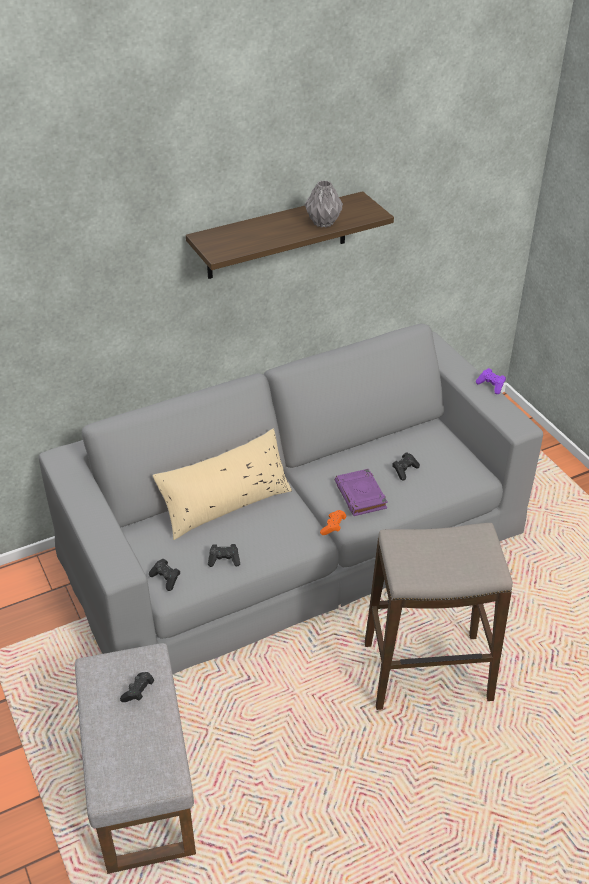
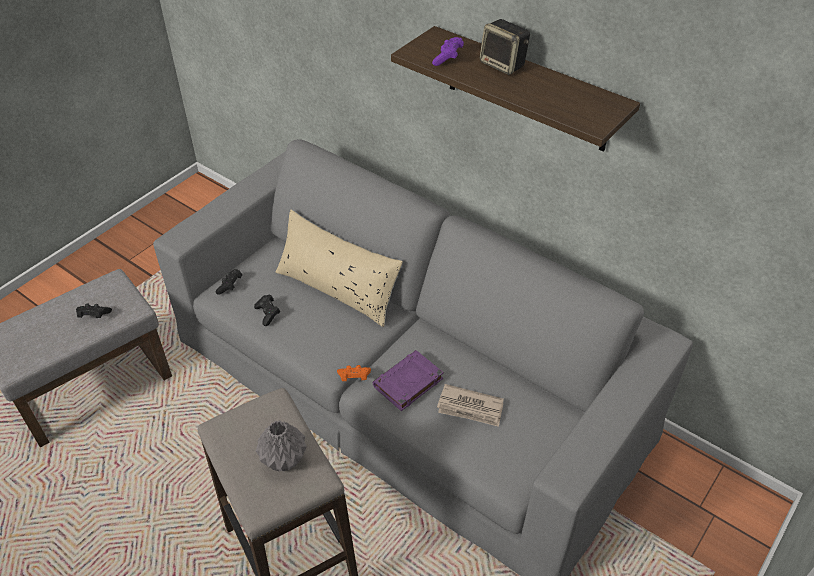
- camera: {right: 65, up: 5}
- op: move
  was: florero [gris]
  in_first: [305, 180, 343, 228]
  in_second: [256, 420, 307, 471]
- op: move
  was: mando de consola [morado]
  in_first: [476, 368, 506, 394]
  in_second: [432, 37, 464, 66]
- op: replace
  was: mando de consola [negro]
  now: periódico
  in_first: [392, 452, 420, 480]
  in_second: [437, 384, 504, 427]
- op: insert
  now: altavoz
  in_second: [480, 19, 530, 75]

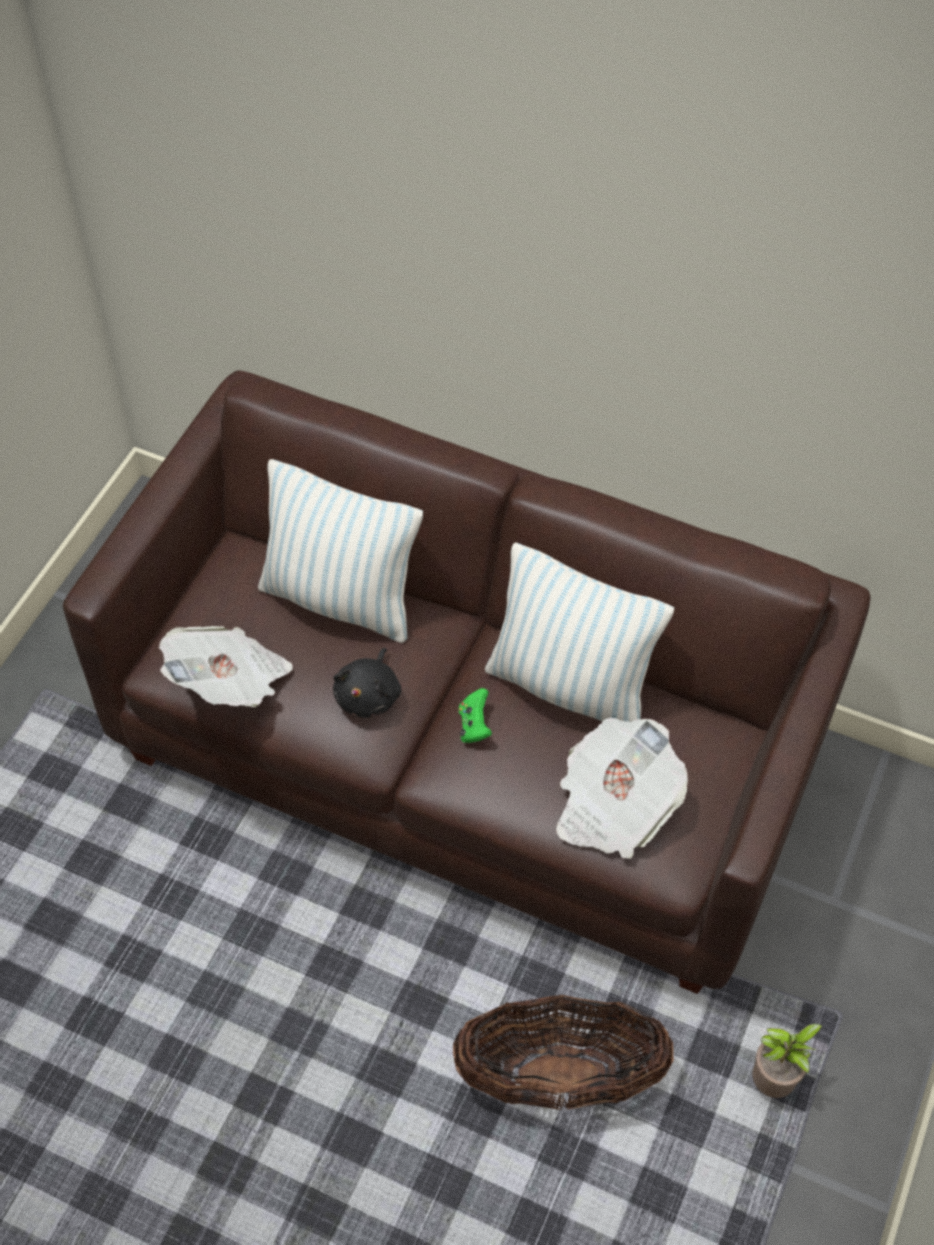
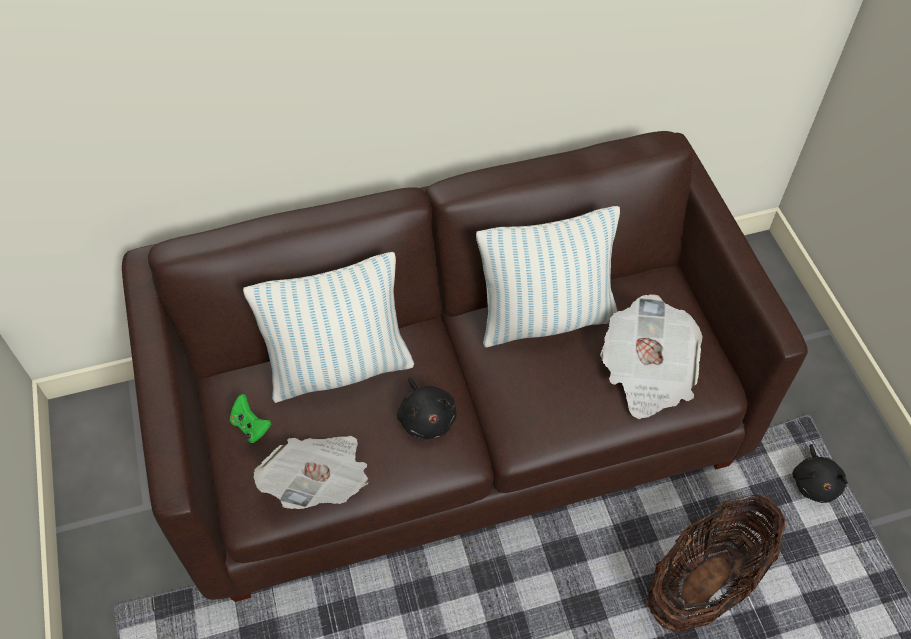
- camera: {right: -40, up: 0}
- op: move
  was: mando de consola [verde]
  in_first: [459, 688, 492, 743]
  in_second: [230, 394, 272, 443]
- op: replace
  was: planta en maceta
  now: peluche [negro]
  in_first: [752, 1023, 822, 1098]
  in_second: [792, 444, 848, 503]

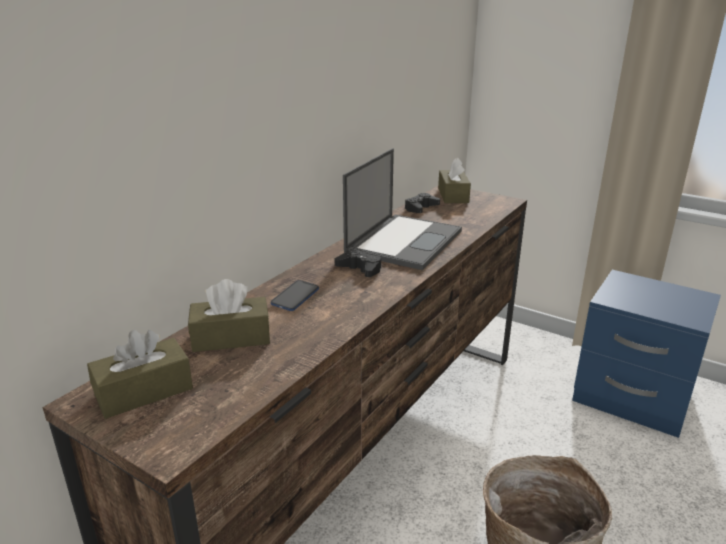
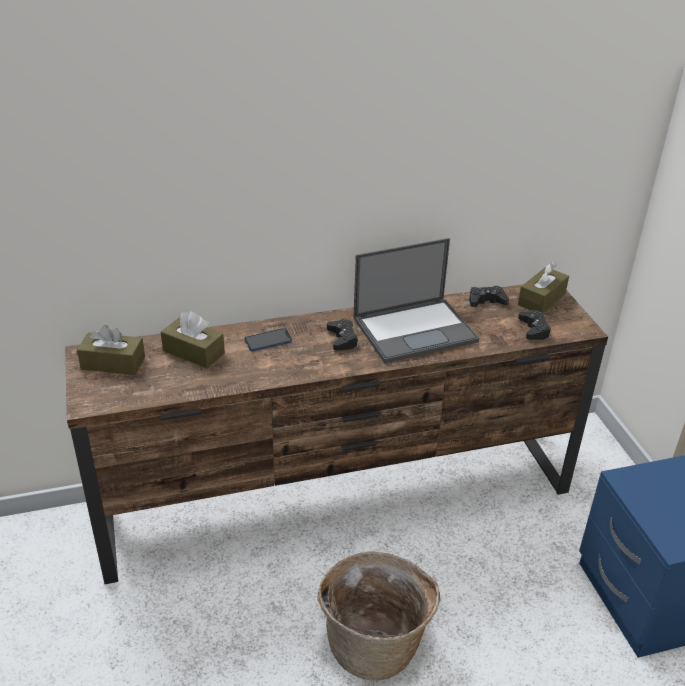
- camera: {right: 40, up: 10}
- op: insert
  now: mando de consola [negro]
  in_second: [518, 310, 551, 340]

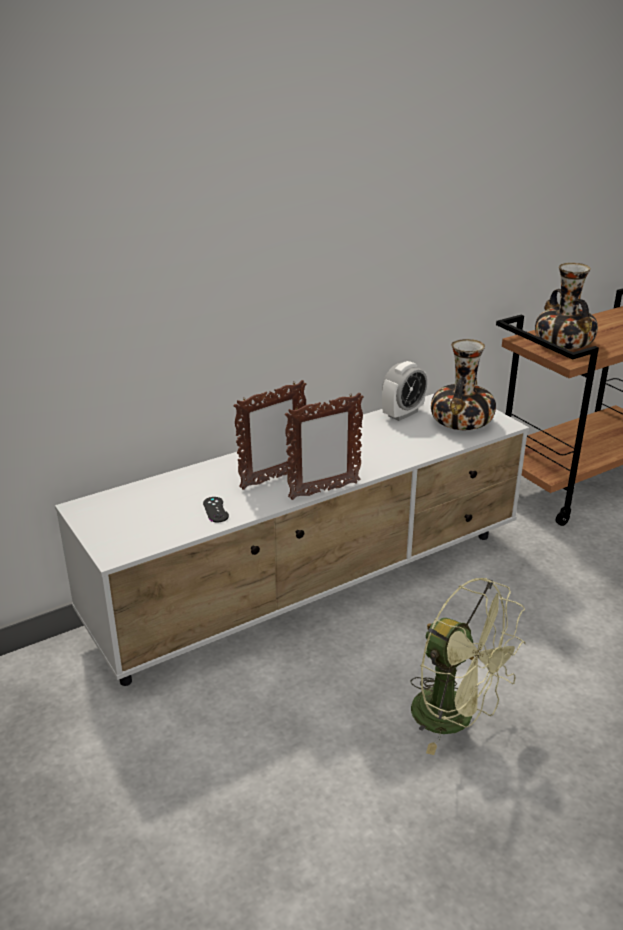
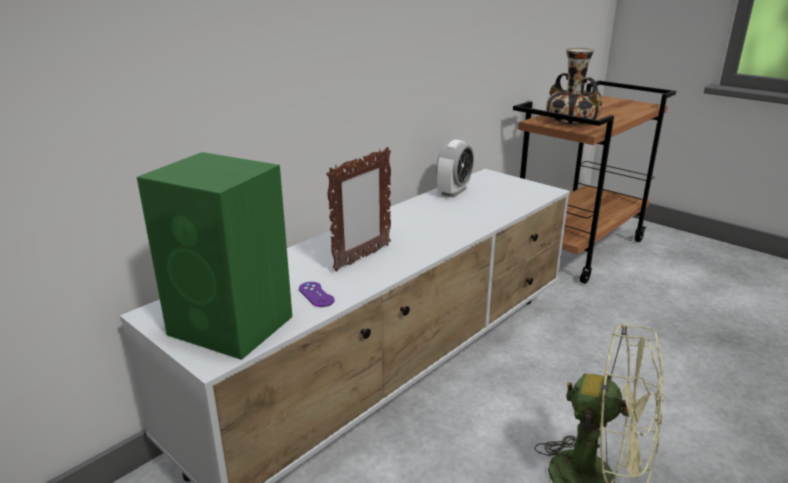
- camera: {right: -15, up: -5}
- op: insert
  now: altavoz [verde]
  in_second: [137, 152, 292, 360]
- op: recolor
  was: mando de consola [negro]
  now: mando de consola [morado]
  in_first: [203, 497, 229, 522]
  in_second: [299, 282, 334, 307]
- op: delete
  was: portarretratos
  in_first: [285, 393, 364, 500]
- op: delete
  was: florero
  in_first: [431, 339, 496, 430]

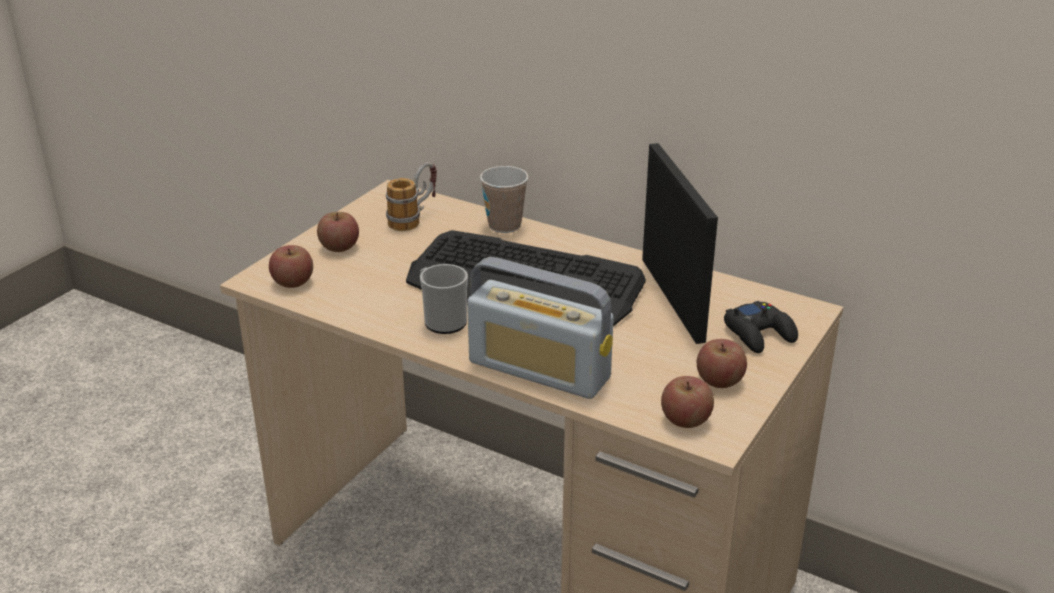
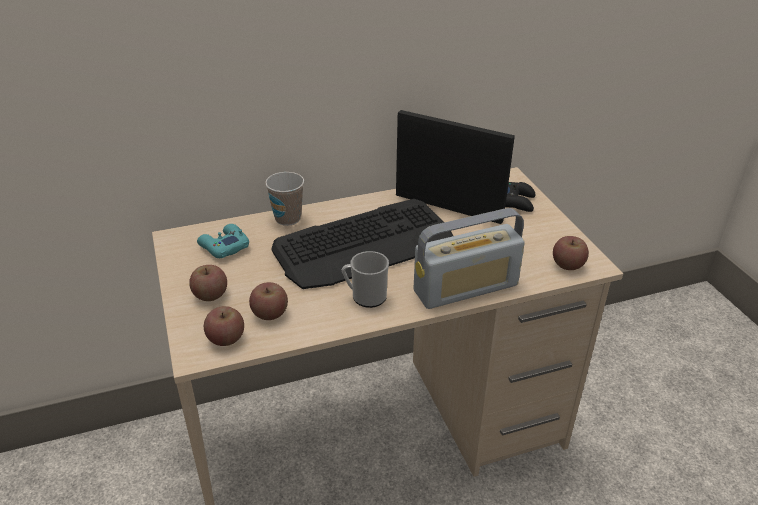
- camera: {right: -50, up: 5}
- op: replace
  was: taza grande
  now: mando de consola [turquesa]
  in_first: [386, 162, 437, 231]
  in_second: [197, 224, 249, 258]
- op: move
  was: manzana
  in_first: [697, 339, 747, 388]
  in_second: [249, 282, 288, 320]

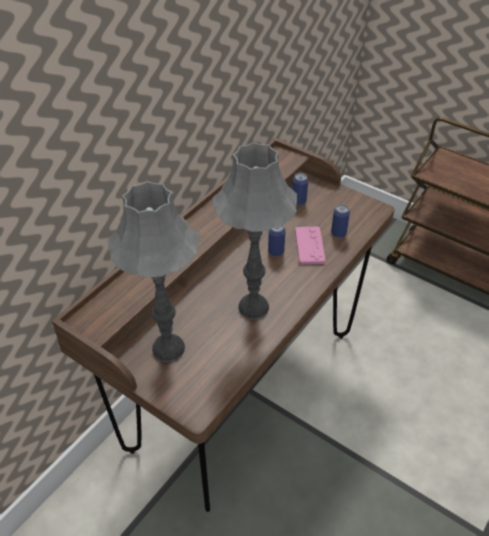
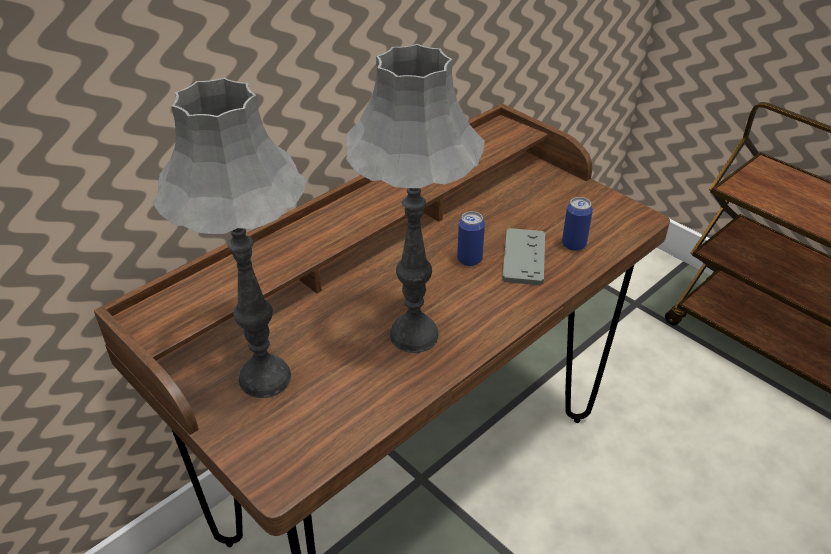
- camera: {right: 10, up: -5}
- op: recolor
  was: mando de consola [rosa]
  now: mando de consola [gris]
  in_first: [295, 227, 326, 265]
  in_second: [502, 228, 545, 285]
- op: delete
  was: lata
  in_first: [292, 173, 308, 205]

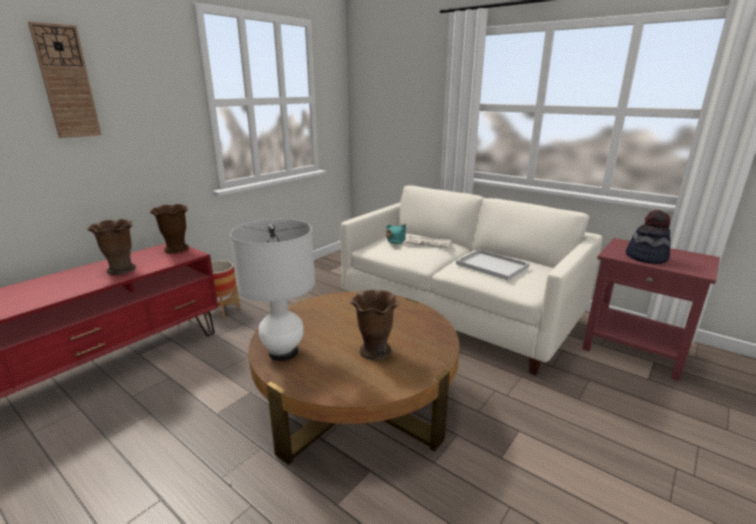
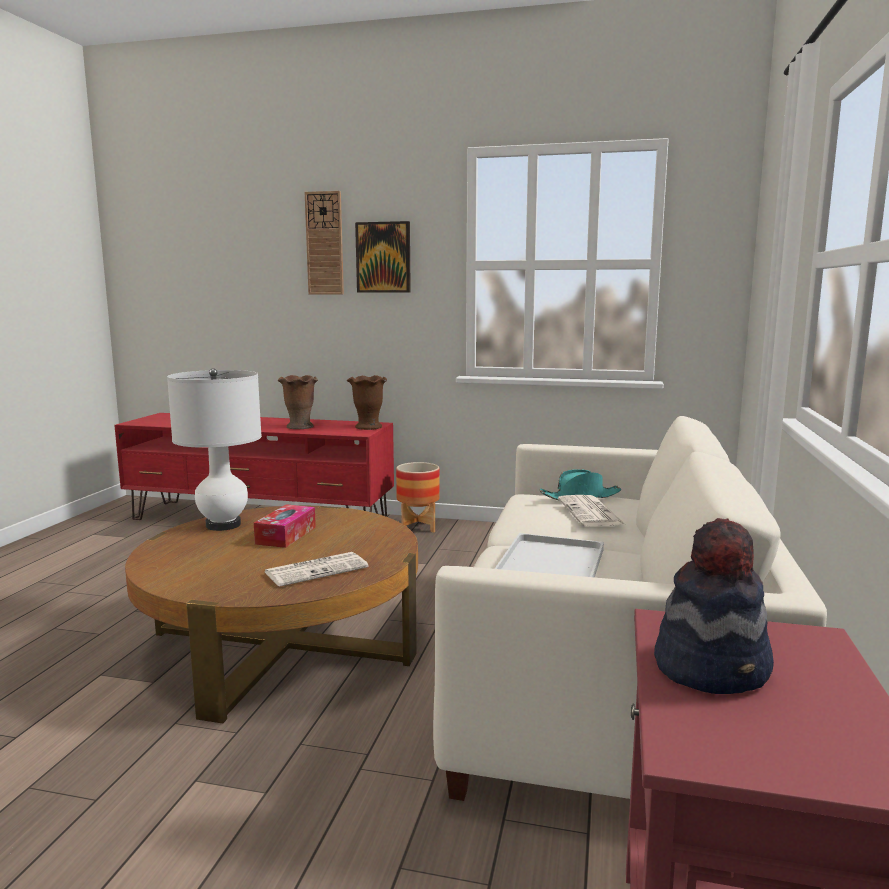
- camera: {right: 65, up: -10}
- op: insert
  now: caja de pañuelos
  in_second: [254, 504, 316, 548]
- op: insert
  now: periódico
  in_second: [265, 552, 369, 587]
- op: insert
  now: cuadro
  in_second: [355, 221, 411, 293]
- op: delete
  was: florero [marrón]
  in_first: [350, 290, 399, 360]

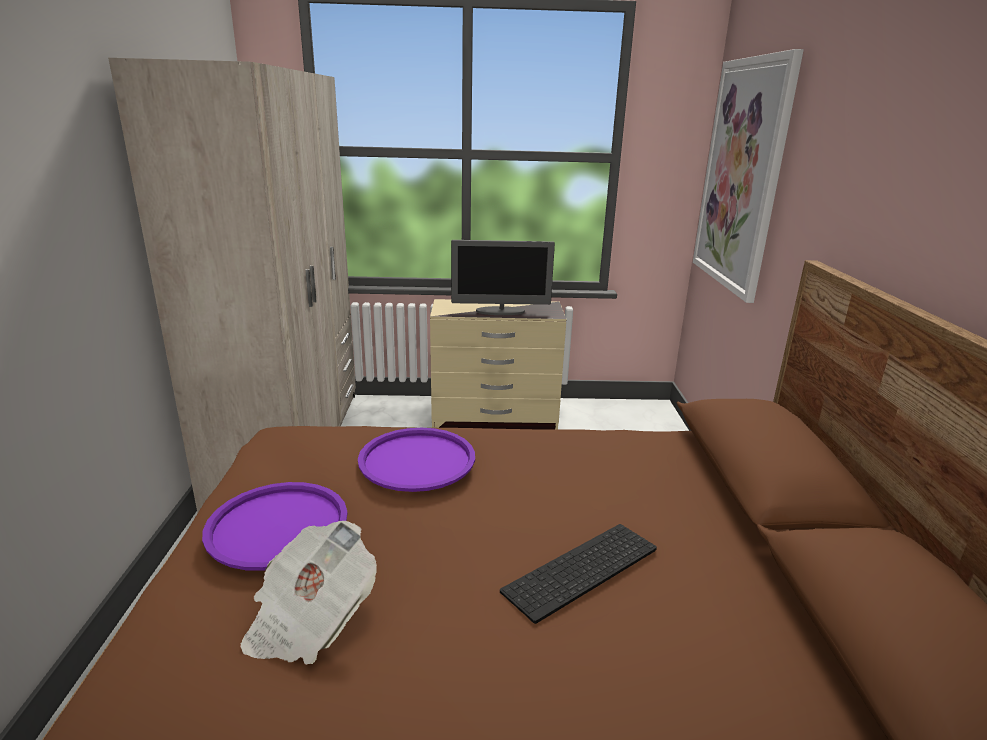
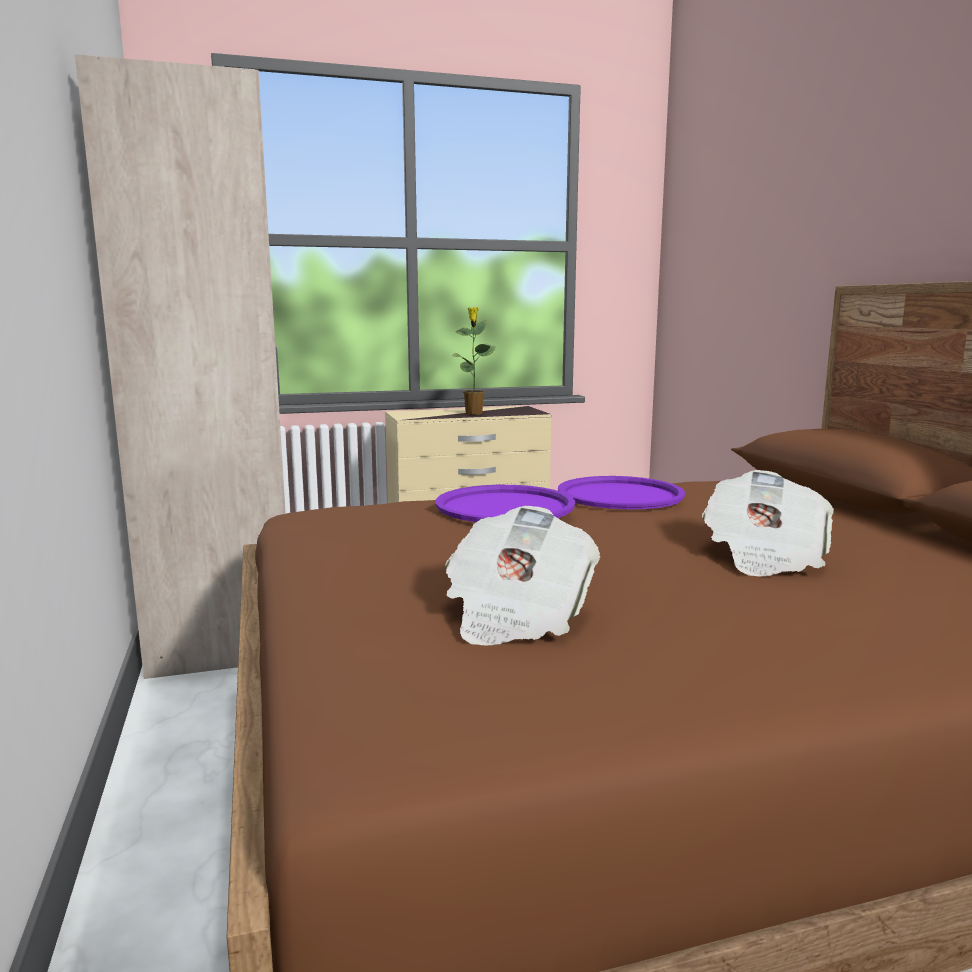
- camera: {right: -15, up: -10}
- op: replace
  was: monitor
  now: planta en maceta
  in_first: [451, 240, 555, 315]
  in_second: [452, 307, 496, 415]
- op: move
  was: bandeja [morado]
  in_first: [202, 482, 348, 571]
  in_second: [558, 476, 685, 509]
- op: replace
  was: teclado
  now: periódico
  in_first: [500, 524, 657, 624]
  in_second: [702, 470, 834, 577]
- op: delete
  was: cuadro
  in_first: [693, 49, 804, 303]

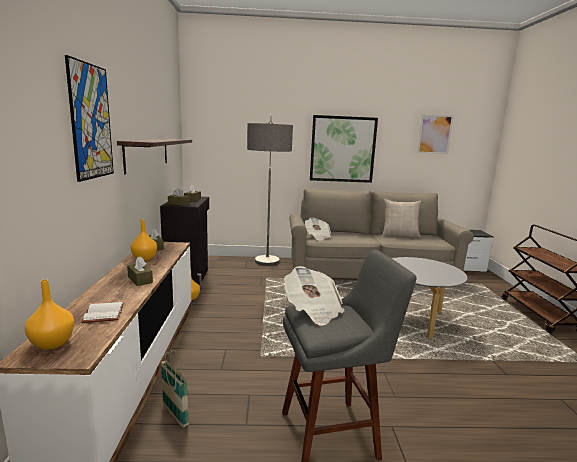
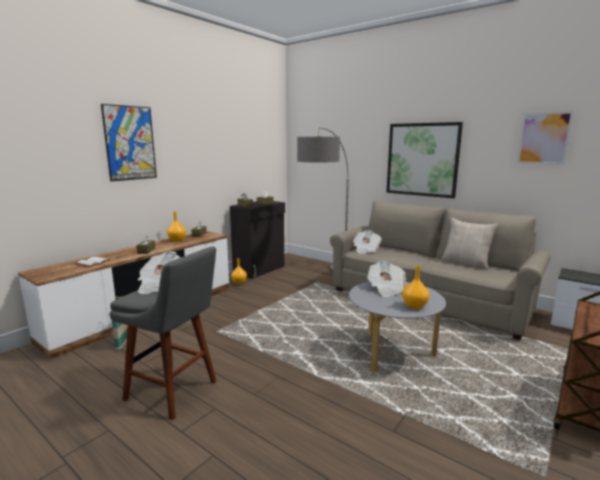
- camera: {right: 40, up: 0}
- op: insert
  now: periódico
  in_second: [367, 261, 406, 297]
- op: move
  was: florero [naranja]
  in_first: [25, 280, 75, 350]
  in_second: [402, 265, 430, 309]
- op: delete
  was: estante
  in_first: [117, 139, 192, 174]

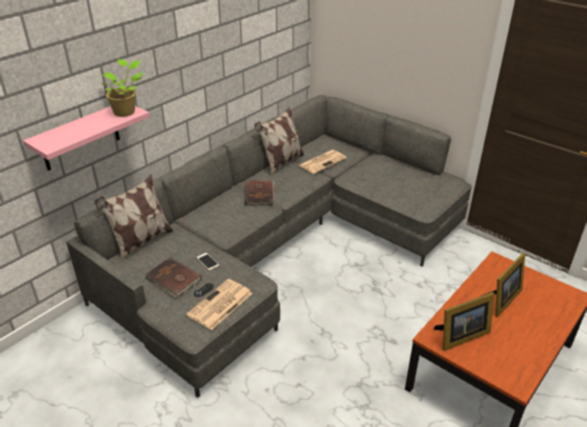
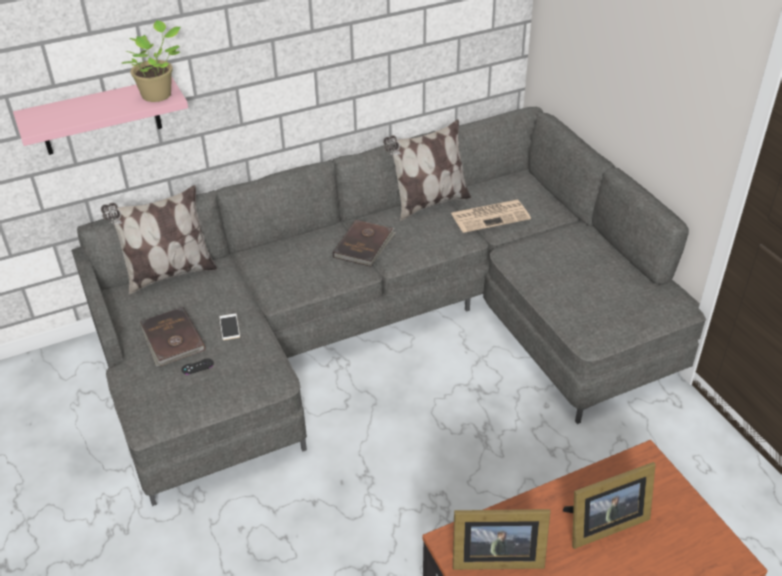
- camera: {right: 25, up: 5}
- op: delete
  was: periódico
  in_first: [186, 279, 252, 330]

